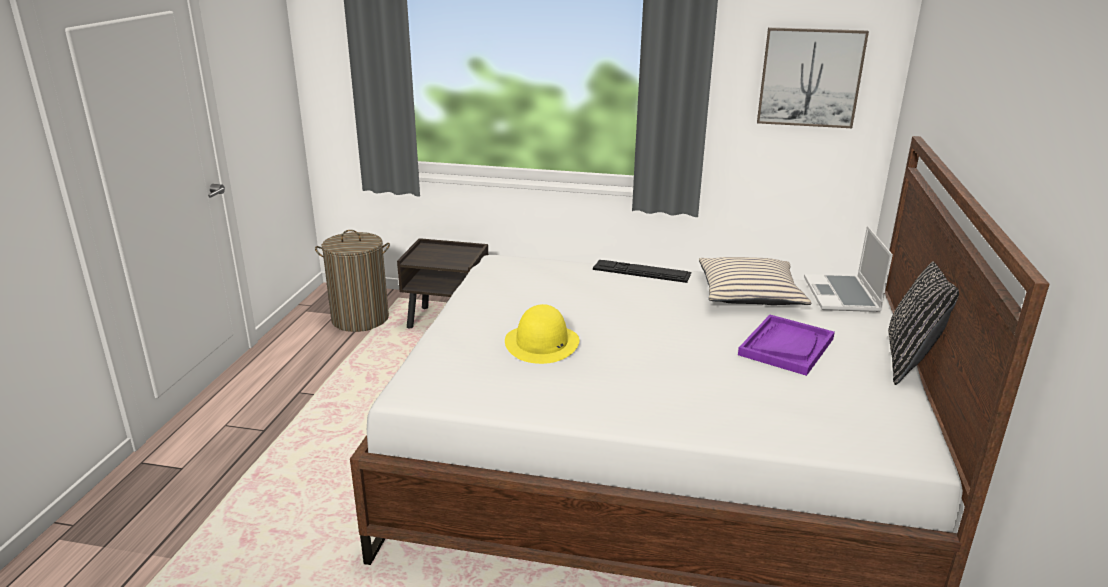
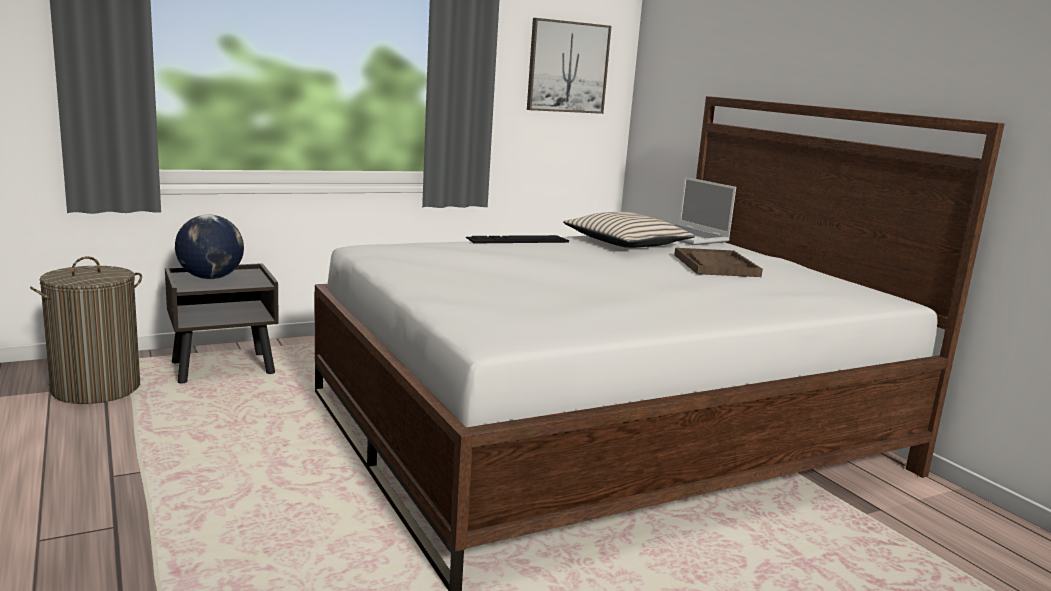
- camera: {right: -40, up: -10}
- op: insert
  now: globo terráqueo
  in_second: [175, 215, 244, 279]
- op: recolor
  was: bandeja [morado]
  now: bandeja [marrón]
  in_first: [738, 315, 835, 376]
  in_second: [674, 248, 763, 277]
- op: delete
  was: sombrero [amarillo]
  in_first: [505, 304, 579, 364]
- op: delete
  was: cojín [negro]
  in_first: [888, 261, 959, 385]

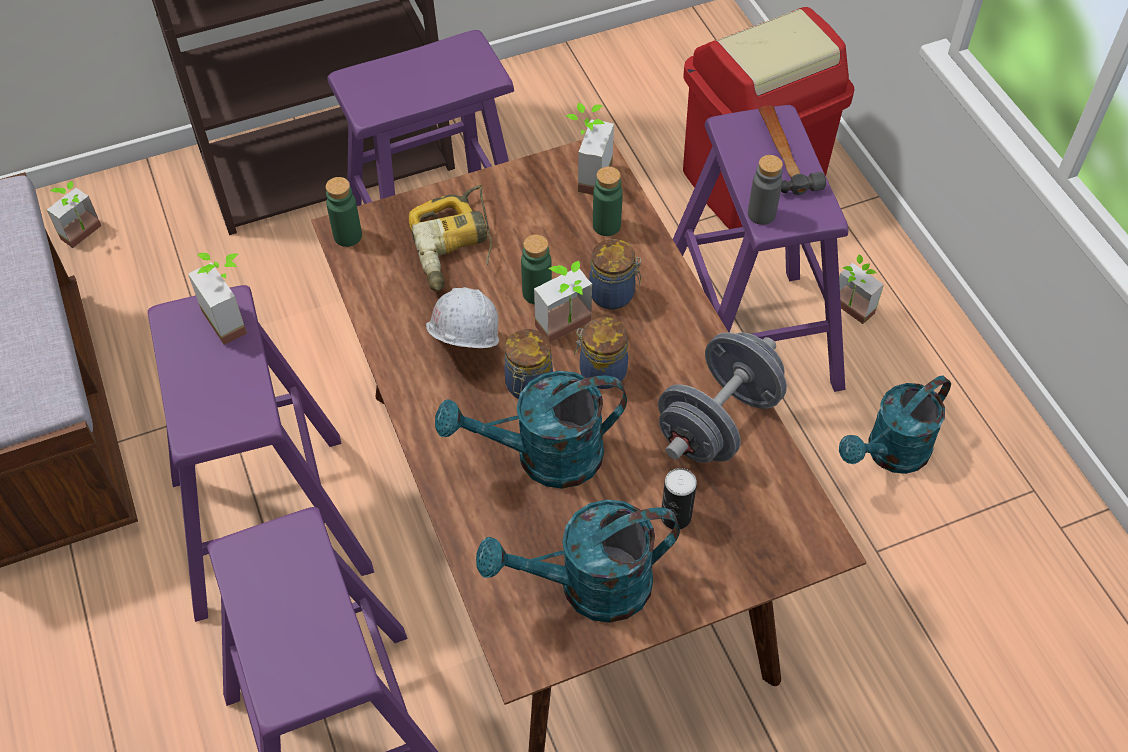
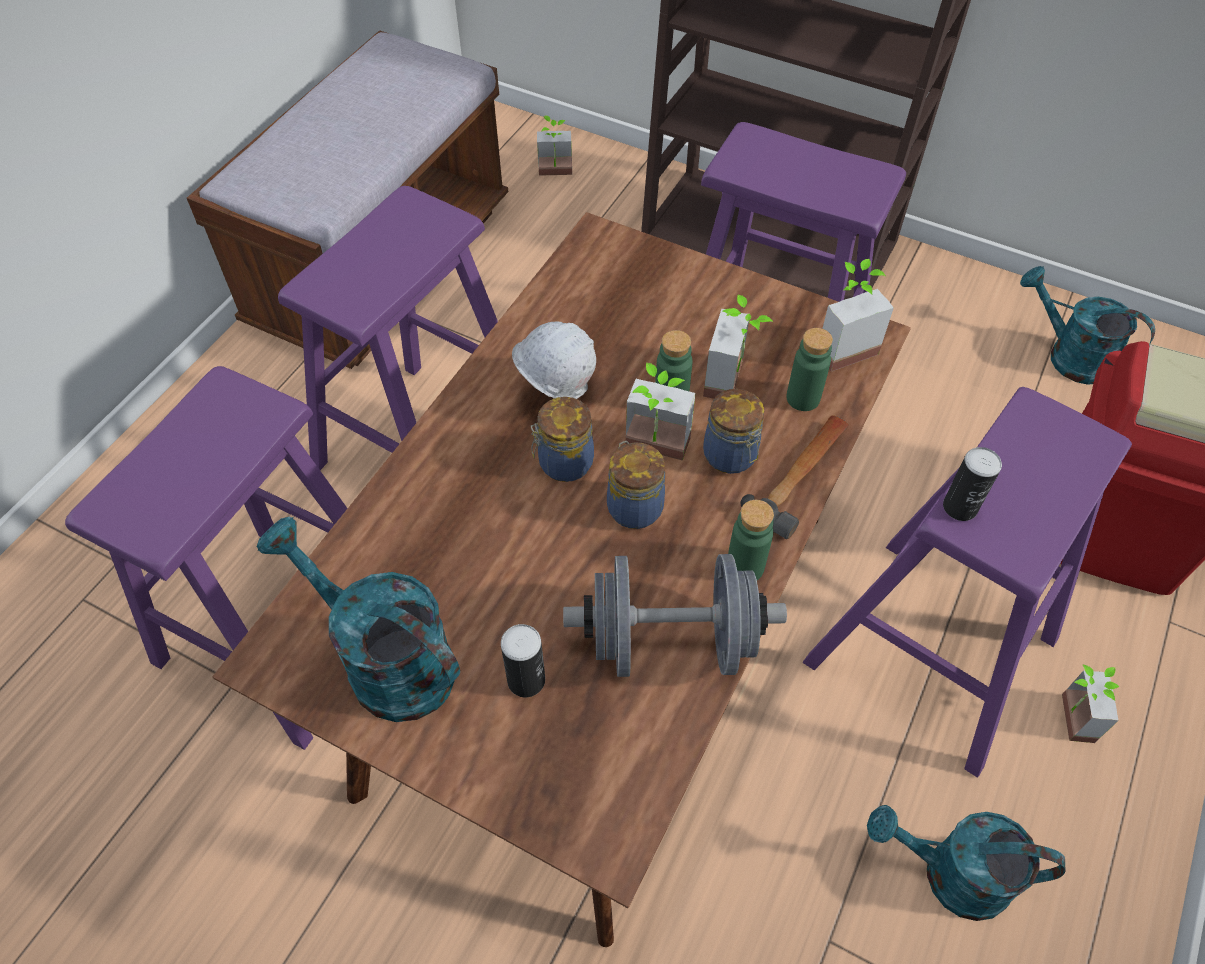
- camera: {right: 50, up: 0}
- op: move
  was: planta en maceta
  in_first: [188, 253, 247, 345]
  in_second: [703, 295, 774, 399]
- op: move
  was: botella [verde]
  in_first: [326, 177, 362, 247]
  in_second: [728, 500, 774, 580]
- op: move
  was: martillo
  in_first: [759, 105, 826, 195]
  in_second: [741, 415, 849, 539]
- op: replace
  was: botella [gris]
  now: lata
  in_first: [748, 155, 783, 225]
  in_second: [943, 447, 1002, 521]
- op: move
  was: regadera [turquesa]
  in_first: [435, 371, 627, 489]
  in_second: [1020, 266, 1155, 385]
- op: delete
  was: taladro
  in_first: [409, 185, 492, 291]

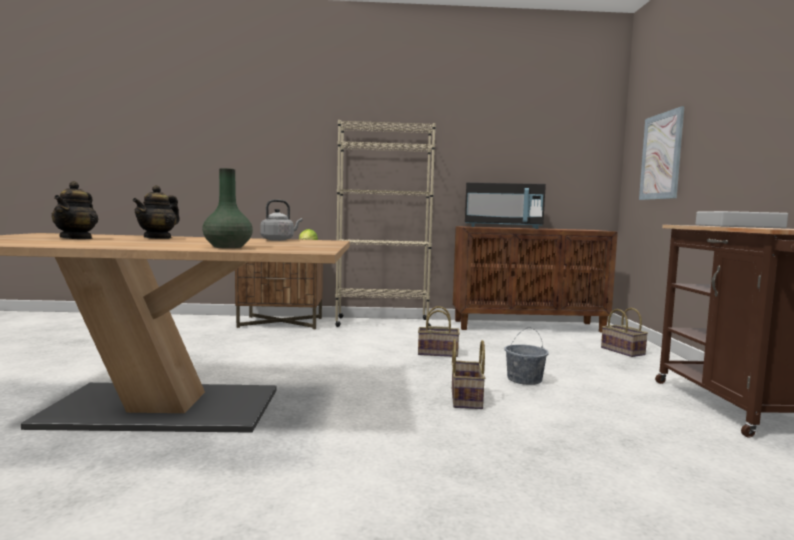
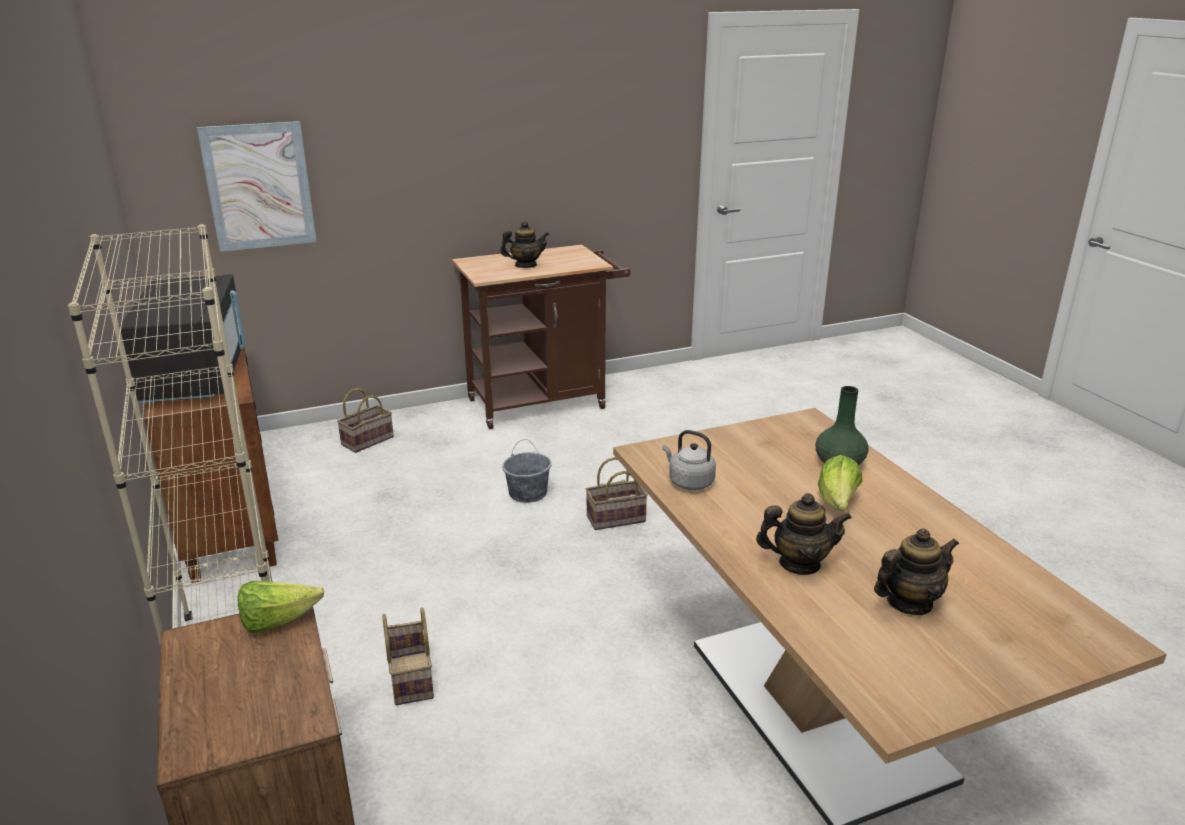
- camera: {right: -110, up: 20}
- op: move
  was: cesta
  in_first: [418, 306, 460, 357]
  in_second: [382, 608, 434, 705]
- op: replace
  was: bandeja [gris]
  now: tetera
  in_first: [696, 211, 788, 228]
  in_second: [500, 221, 549, 268]
- op: insert
  now: lechuga
  in_second: [818, 455, 863, 511]

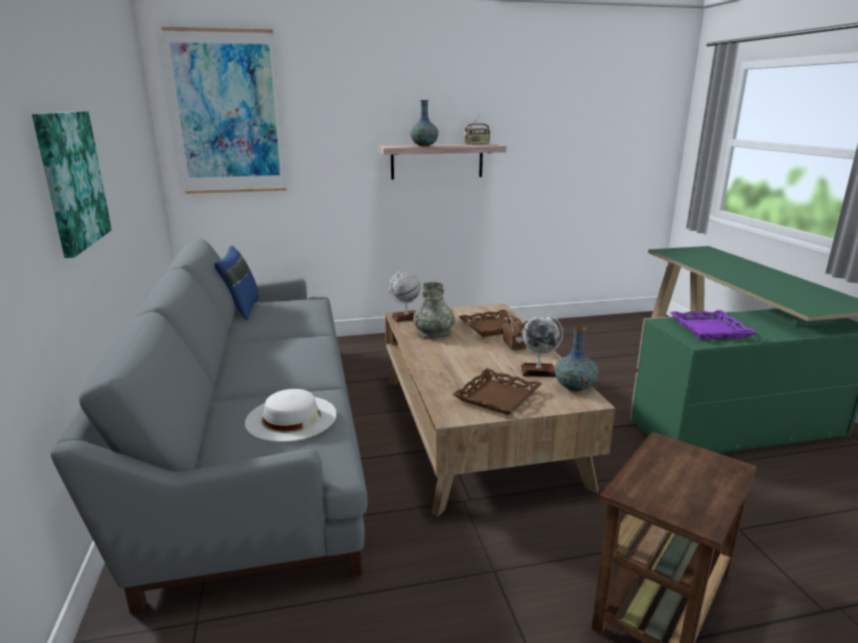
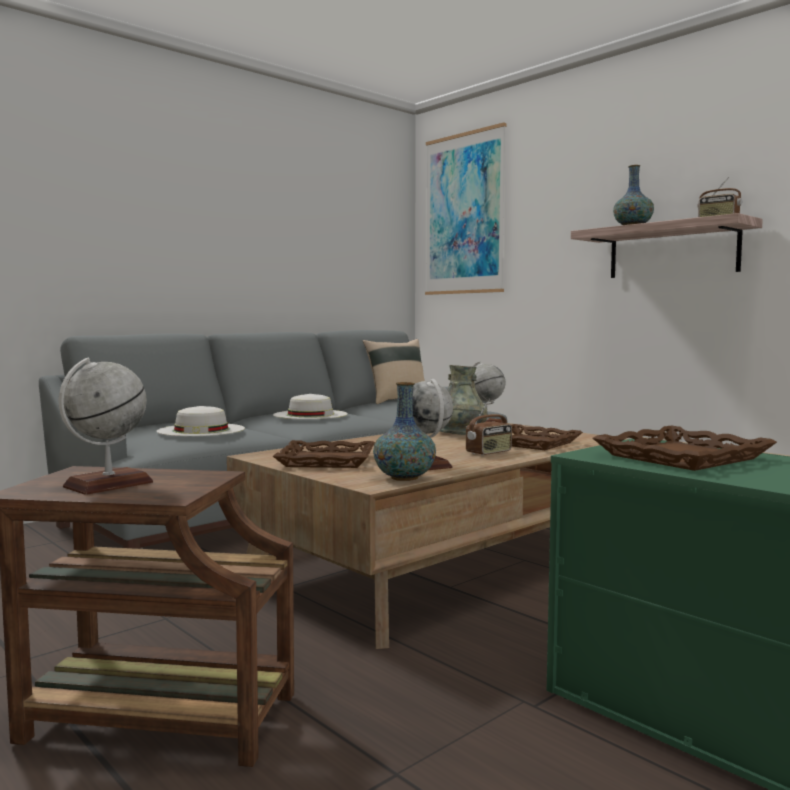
- camera: {right: 60, up: -15}
- op: insert
  now: globo terráqueo
  in_second: [59, 358, 153, 495]
- op: insert
  now: sombrero [blanco]
  in_second: [273, 394, 348, 419]
- op: recolor
  was: cojín [azul]
  now: cojín [beis]
  in_first: [215, 246, 259, 320]
  in_second: [363, 339, 425, 404]
- op: recolor
  was: bandeja [morado]
  now: bandeja [marrón]
  in_first: [670, 310, 757, 339]
  in_second: [593, 426, 777, 471]
- op: delete
  was: cuadro
  in_first: [32, 111, 112, 258]

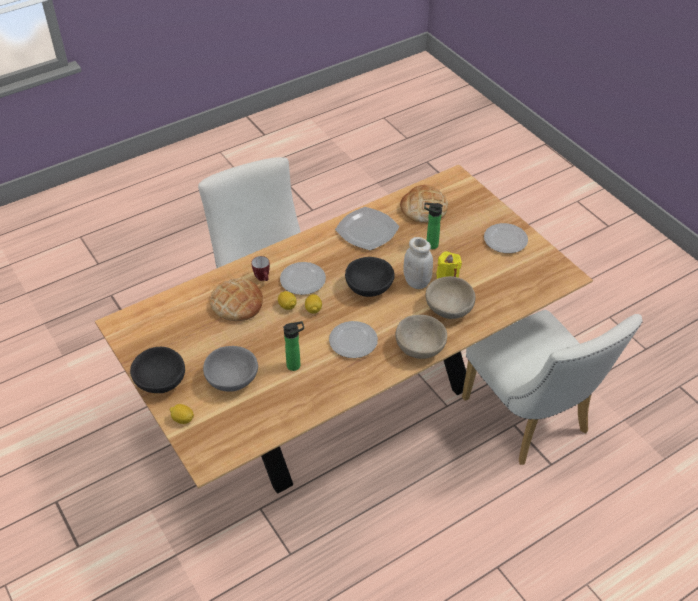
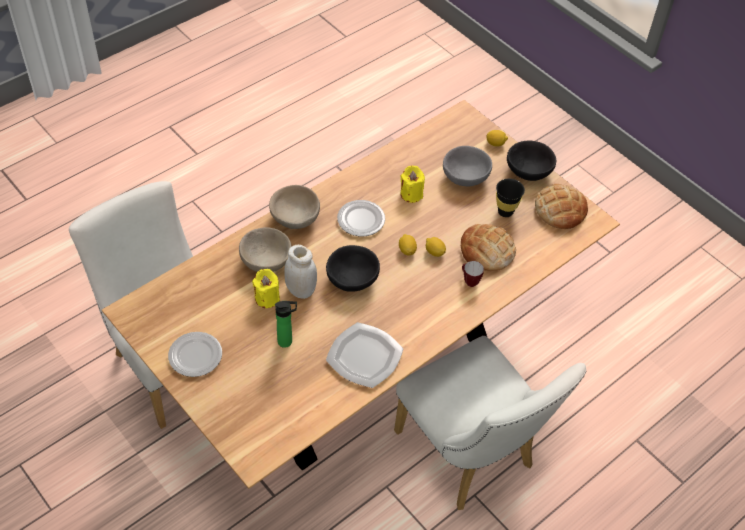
- camera: {right: 170, up: 5}
- op: replace
  was: botella
  now: vela [amarillo]
  in_first: [283, 321, 304, 371]
  in_second: [400, 165, 425, 203]
- op: insert
  now: taza [negro]
  in_second: [496, 179, 525, 217]
- op: move
  was: pan
  in_first: [400, 185, 448, 223]
  in_second: [535, 184, 588, 229]
- op: delete
  was: plato
  in_first: [280, 262, 326, 295]

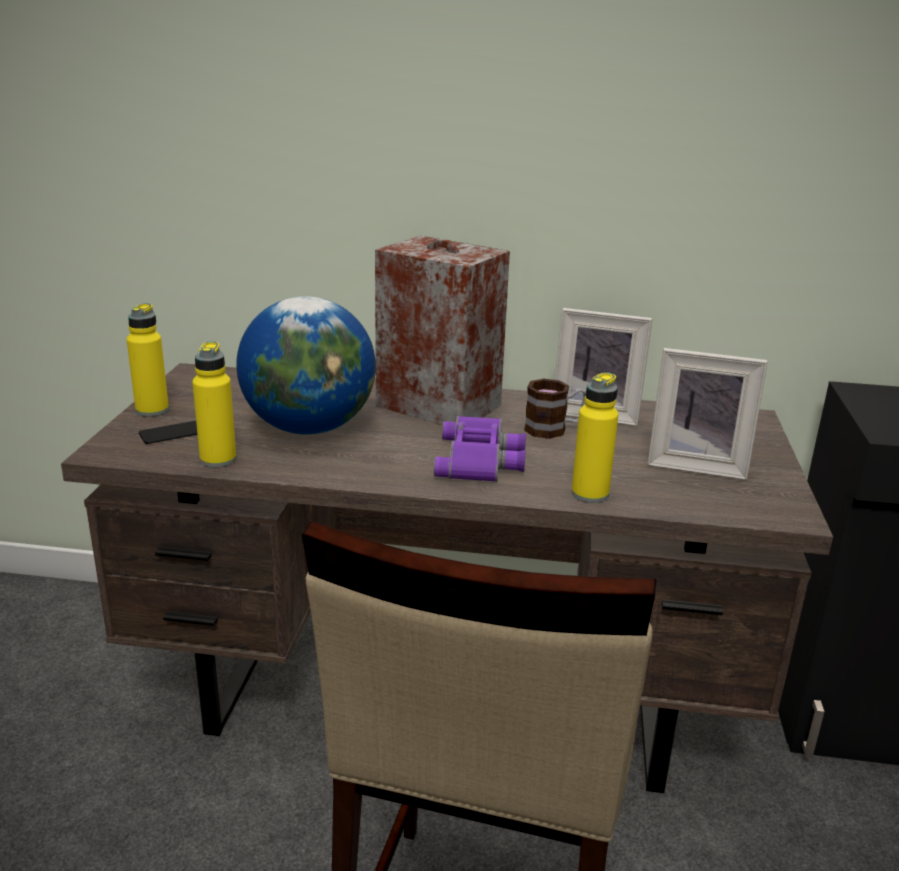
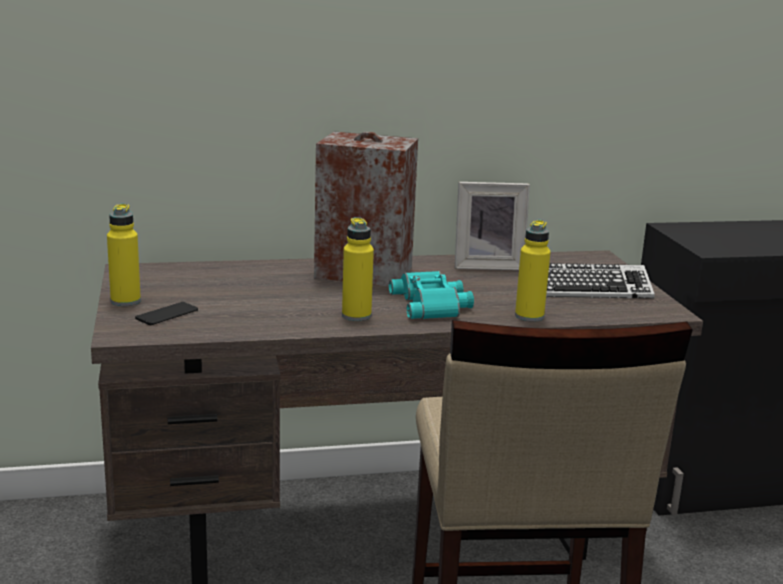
- camera: {right: -20, up: -5}
- op: move
  was: botella [amarillo]
  in_first: [192, 341, 237, 467]
  in_second: [342, 217, 374, 321]
- op: recolor
  was: prismáticos [morado]
  now: prismáticos [turquesa]
  in_first: [434, 416, 526, 482]
  in_second: [389, 271, 474, 319]
- op: replace
  was: portarretratos
  now: teclado
  in_first: [647, 348, 768, 480]
  in_second: [546, 263, 655, 299]
- op: delete
  was: globo terráqueo
  in_first: [236, 296, 376, 435]
- op: delete
  was: taza grande
  in_first: [524, 379, 586, 439]

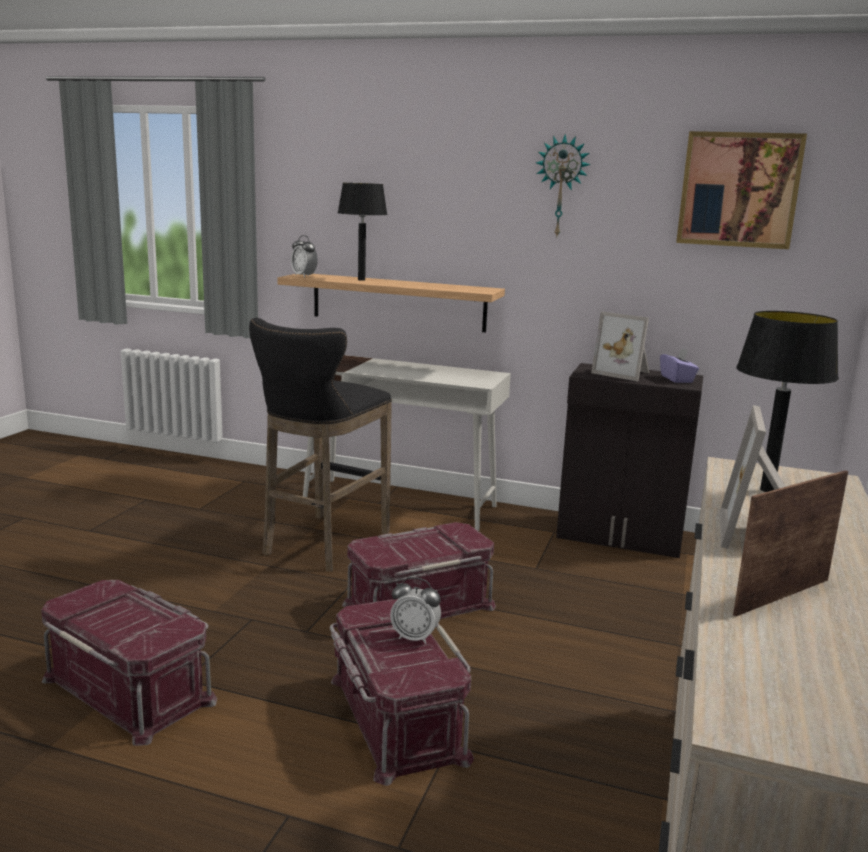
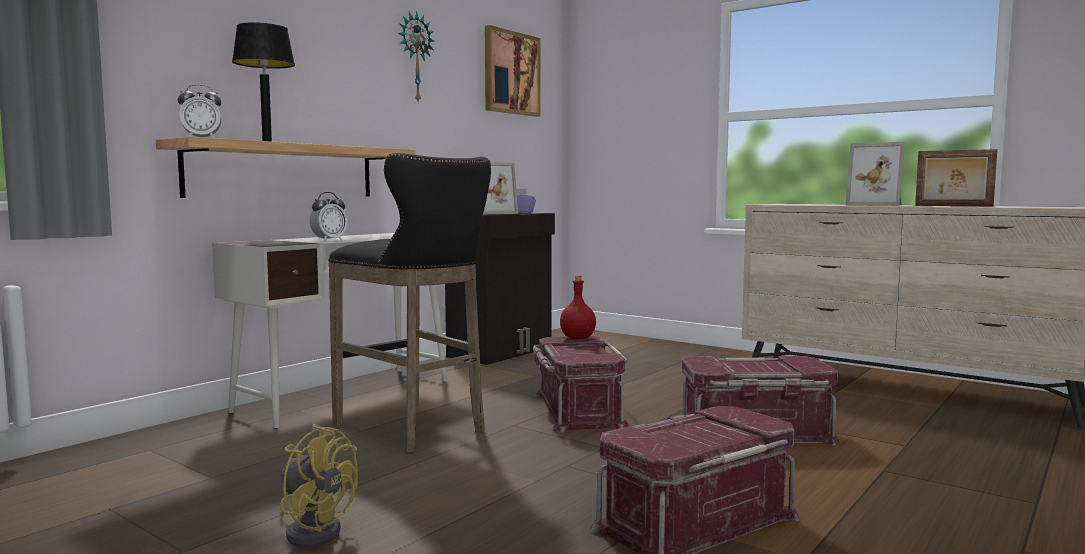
- camera: {right: -70, up: -10}
- op: insert
  now: ventilador [amarillo]
  in_second: [280, 424, 358, 547]
- op: move
  was: despertador
  in_first: [390, 577, 441, 644]
  in_second: [310, 192, 347, 241]
- op: insert
  now: botella [rojo]
  in_second: [560, 276, 596, 339]
- op: rotate
  was: portarretratos
  in_first: [733, 470, 848, 616]
  in_second: [915, 149, 997, 207]
  clockwise: -45
- op: delete
  was: lámpara de mesa [negro]
  in_first: [736, 311, 839, 492]

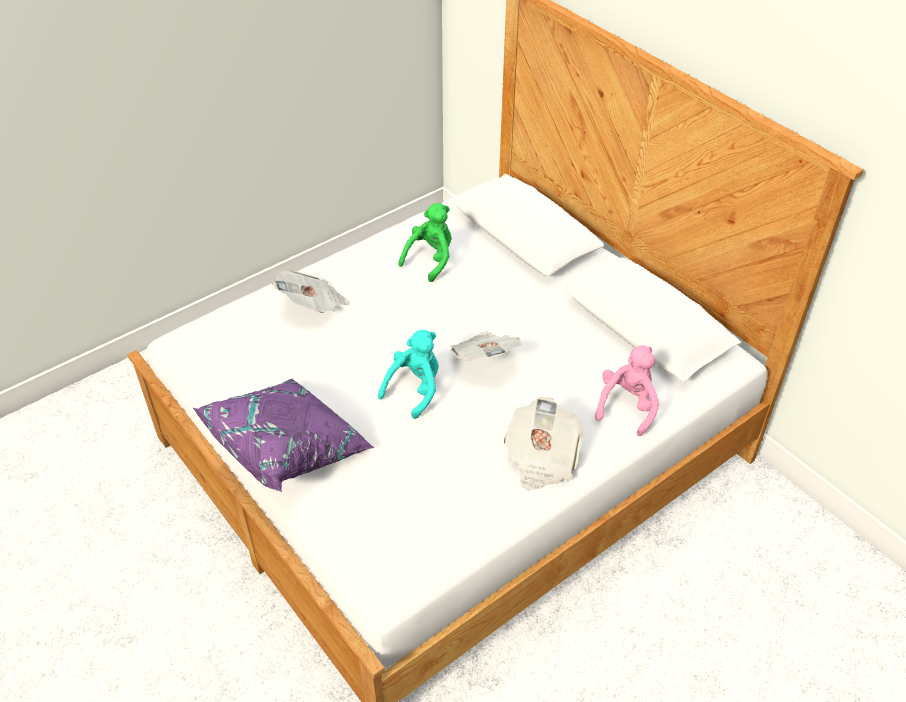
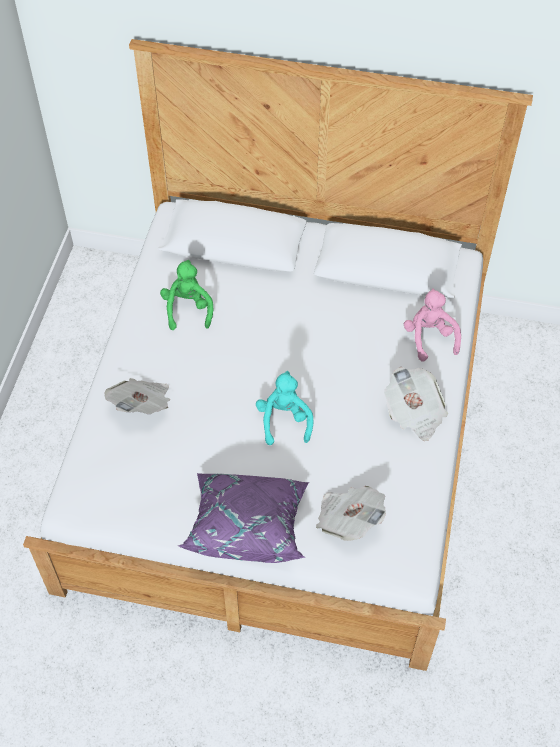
- camera: {right: -40, up: 10}
- op: move
  was: periódico
  in_first: [450, 331, 521, 361]
  in_second: [316, 486, 386, 541]

